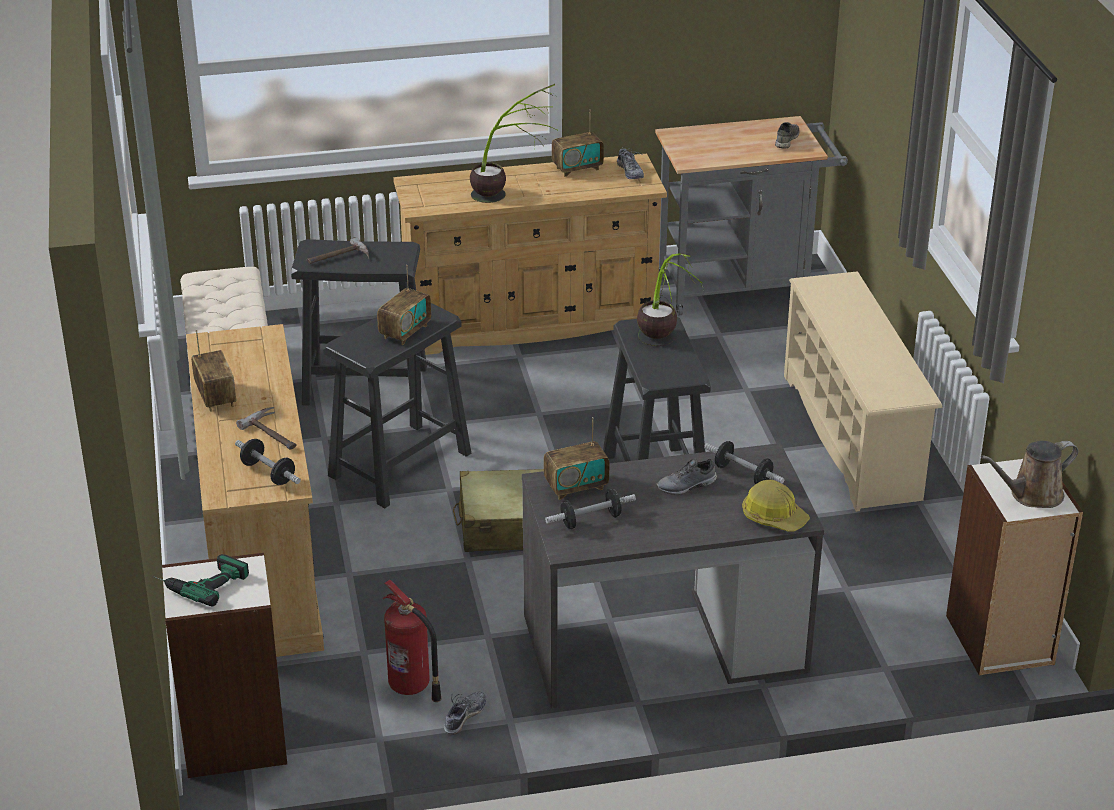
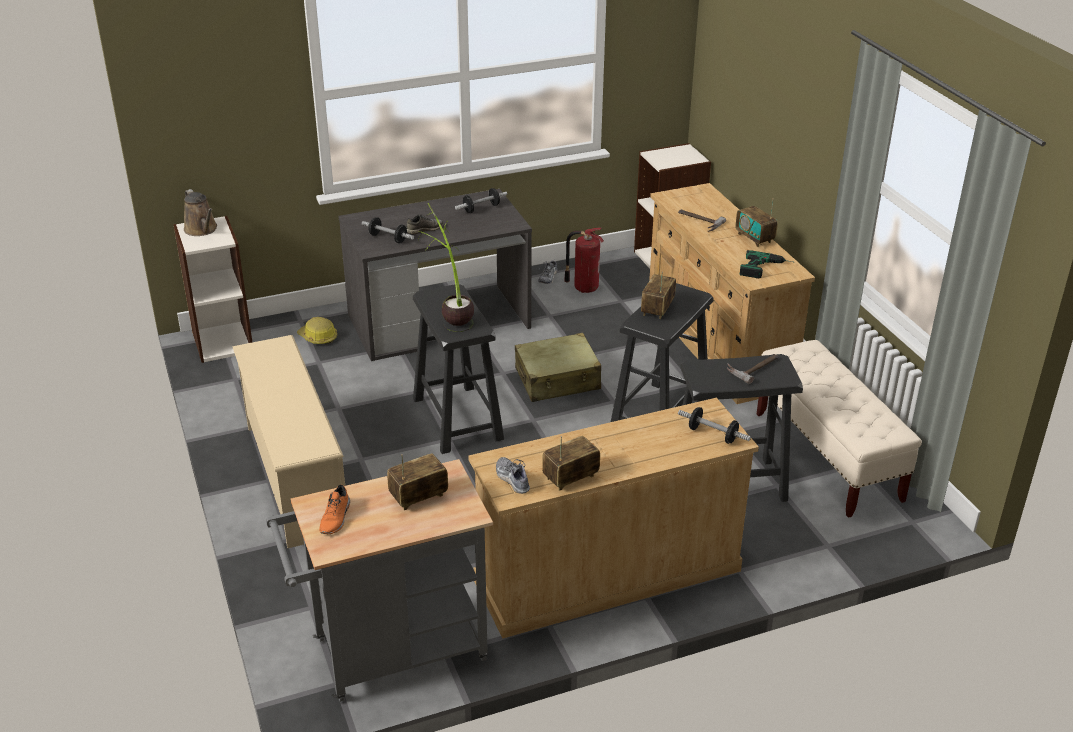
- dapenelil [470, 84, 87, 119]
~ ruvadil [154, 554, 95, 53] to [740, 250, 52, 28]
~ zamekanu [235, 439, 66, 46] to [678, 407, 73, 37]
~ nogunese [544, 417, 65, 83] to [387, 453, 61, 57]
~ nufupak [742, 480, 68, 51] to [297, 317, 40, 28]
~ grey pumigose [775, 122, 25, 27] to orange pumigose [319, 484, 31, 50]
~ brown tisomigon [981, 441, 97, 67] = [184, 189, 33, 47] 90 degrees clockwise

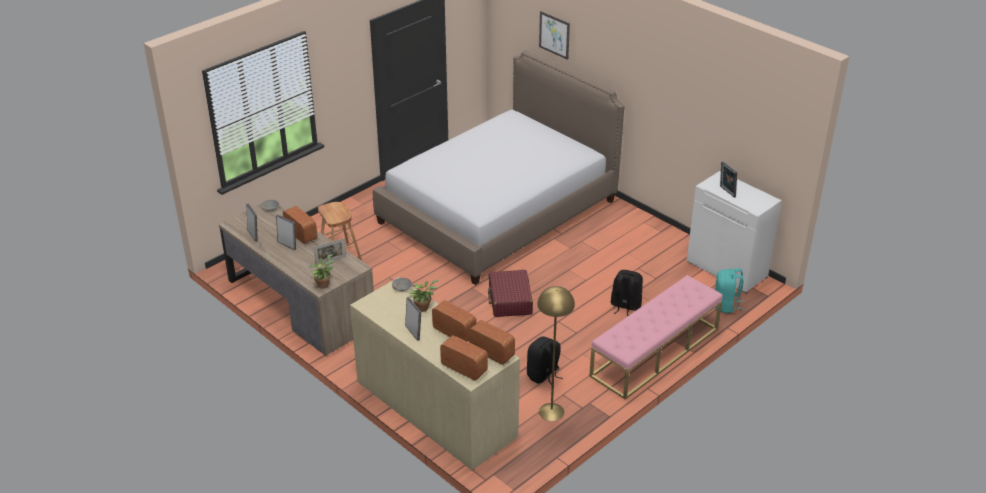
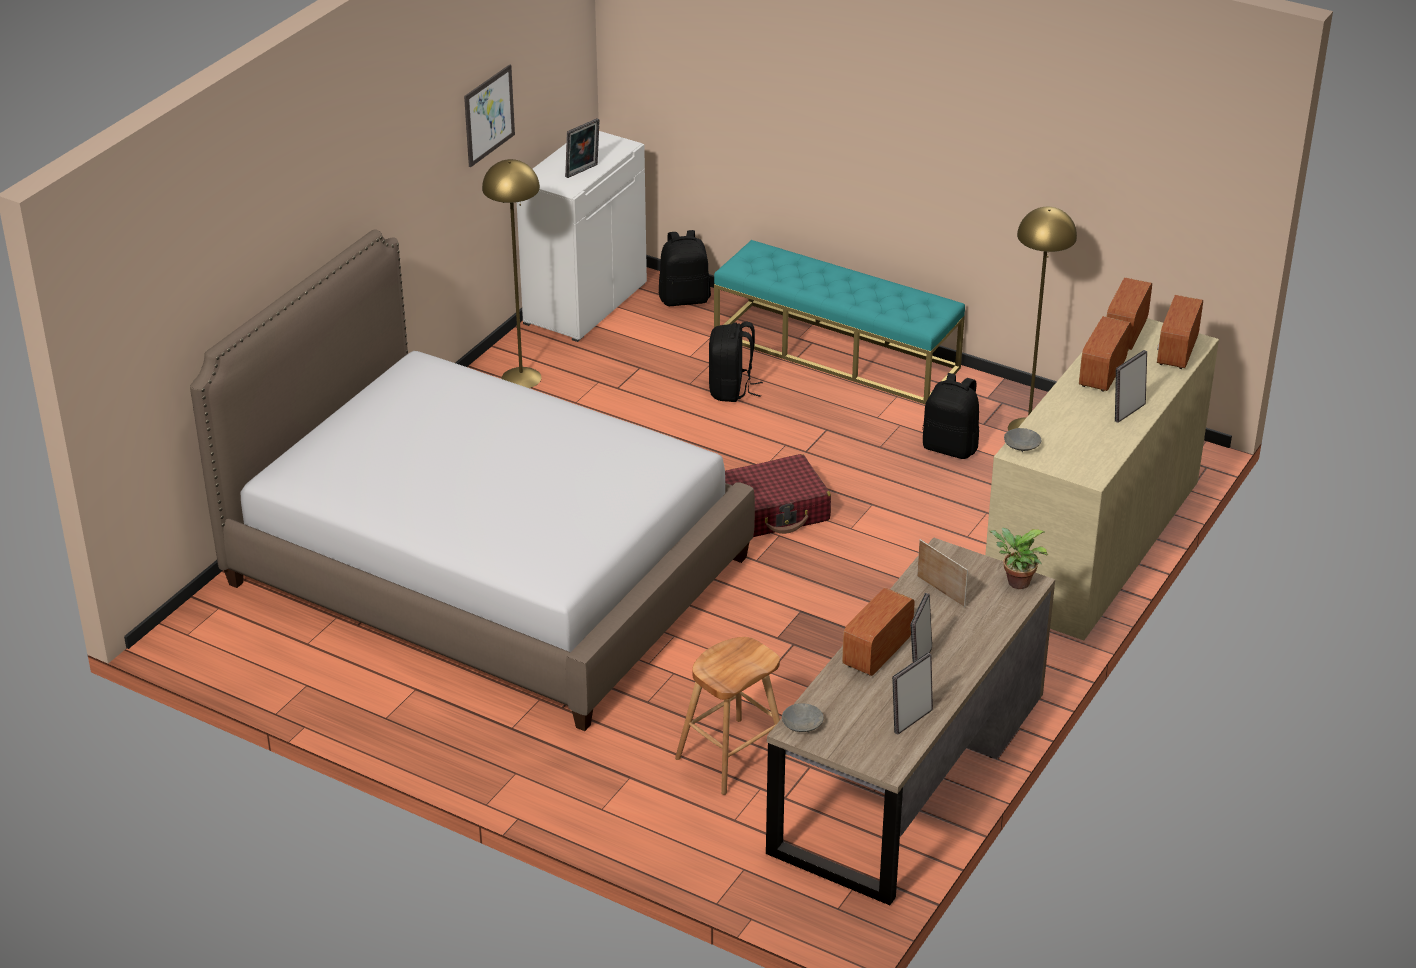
- dapenelil [409, 280, 30, 32]
+ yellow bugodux [482, 159, 60, 229]
~ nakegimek [539, 11, 31, 49] to [464, 64, 51, 103]
~ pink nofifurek [589, 275, 134, 125] to turquoise nofifurek [714, 240, 251, 164]
~ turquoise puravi [715, 268, 29, 45] to black puravi [659, 230, 52, 76]

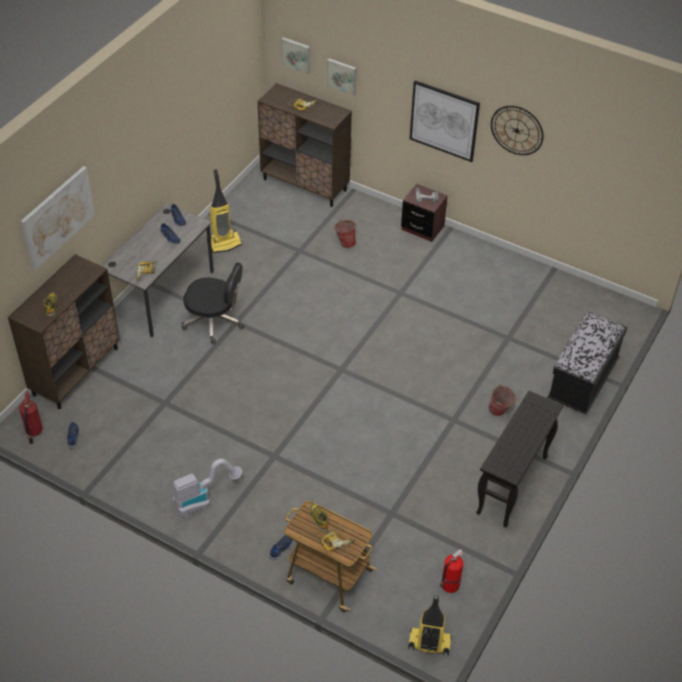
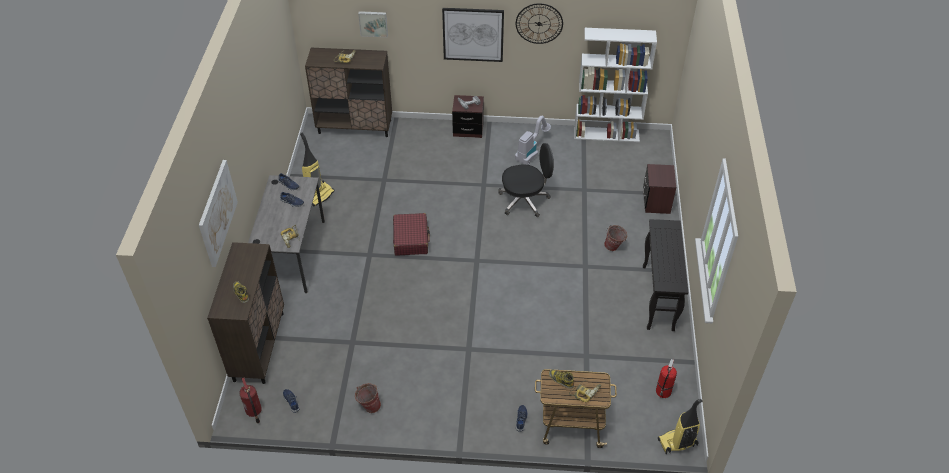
- nakegimek [281, 37, 29, 38]
+ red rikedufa [393, 213, 37, 43]
+ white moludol [574, 28, 83, 114]
~ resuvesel [173, 459, 69, 58] to [515, 116, 36, 49]
~ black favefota [181, 262, 63, 83] to [498, 143, 56, 74]
~ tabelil [334, 220, 23, 28] to [355, 383, 26, 30]
~ black nofifurek [547, 311, 81, 103] to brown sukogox [643, 164, 33, 50]

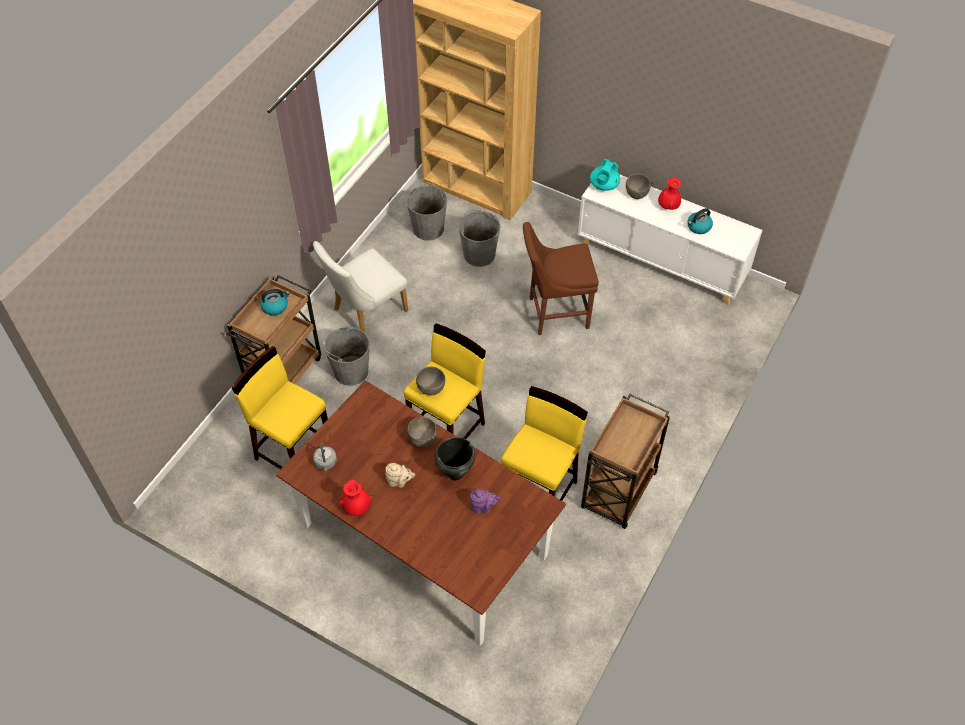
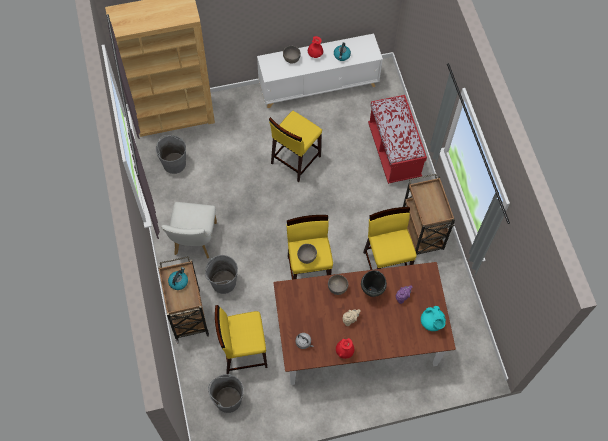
+ red nofifurek [368, 95, 59, 89]
~ grey tabelil [458, 210, 42, 57] to [208, 374, 36, 39]
~ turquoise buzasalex [590, 159, 30, 32] to [421, 306, 25, 25]
~ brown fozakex [523, 222, 76, 113] to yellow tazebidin [269, 111, 53, 71]

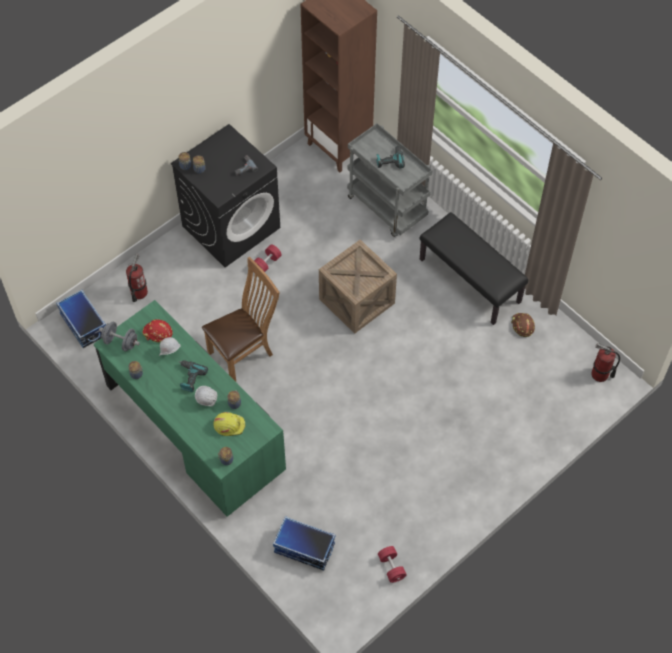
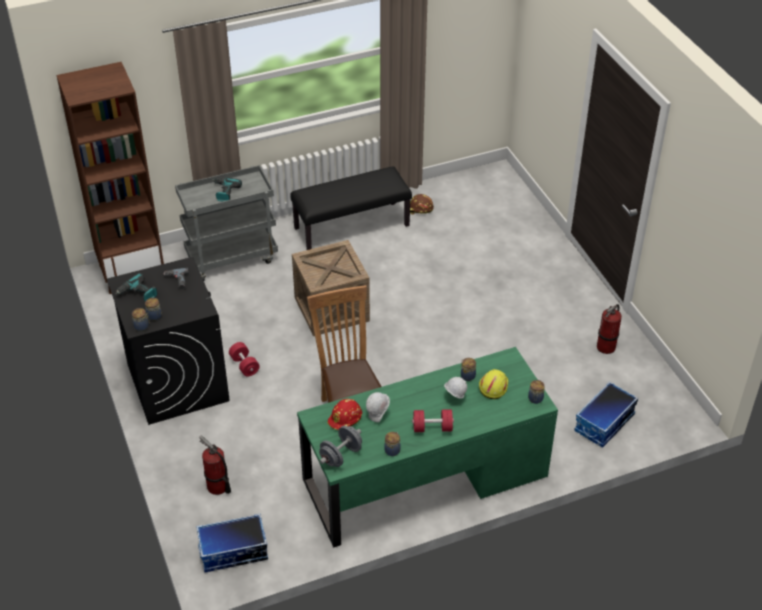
~ ruvadil [179, 360, 29, 32] to [115, 273, 42, 28]
~ red zamekanu [378, 546, 29, 37] to [412, 409, 42, 23]
~ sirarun [591, 343, 29, 39] to [597, 304, 25, 50]

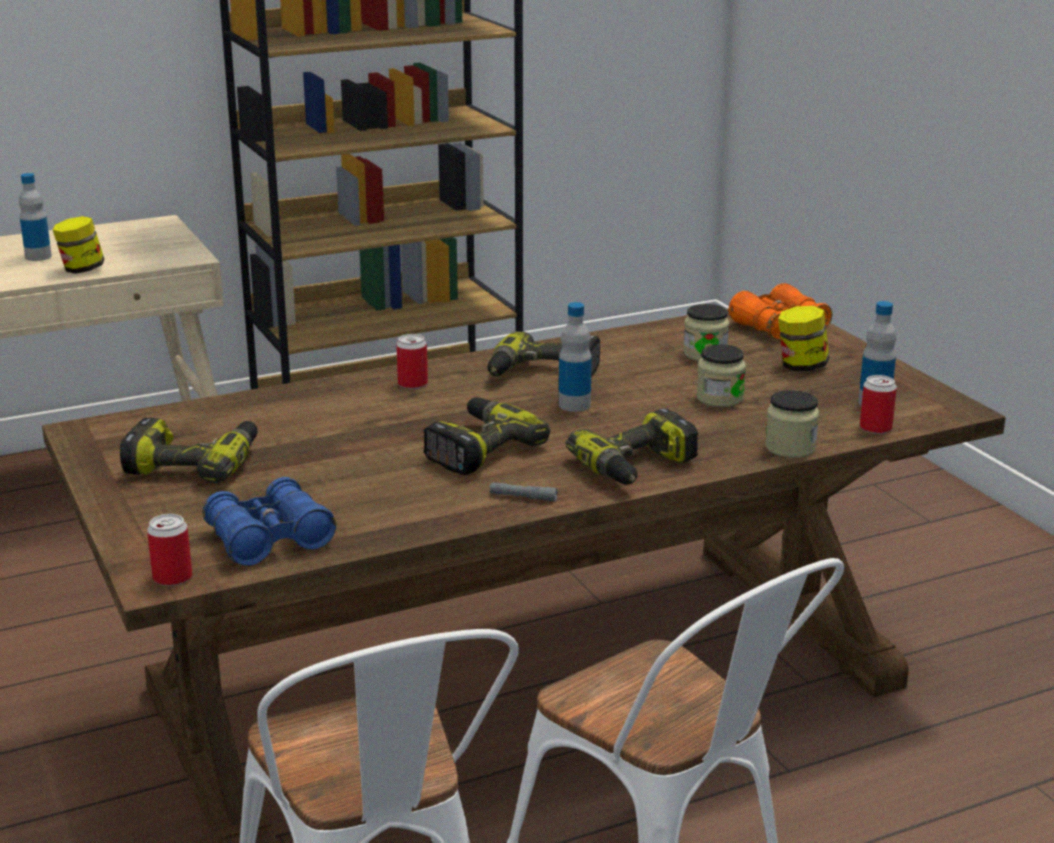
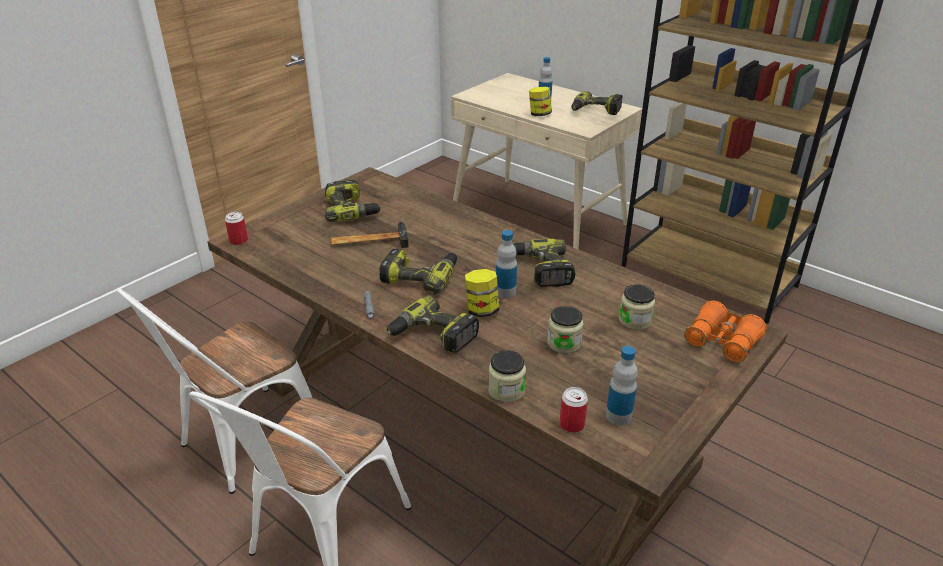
- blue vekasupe [203, 477, 133, 89]
- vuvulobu [396, 334, 32, 55]
+ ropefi [331, 222, 78, 26]
+ ruvadil [571, 91, 51, 24]
~ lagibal [778, 306, 51, 65] to [465, 269, 34, 48]

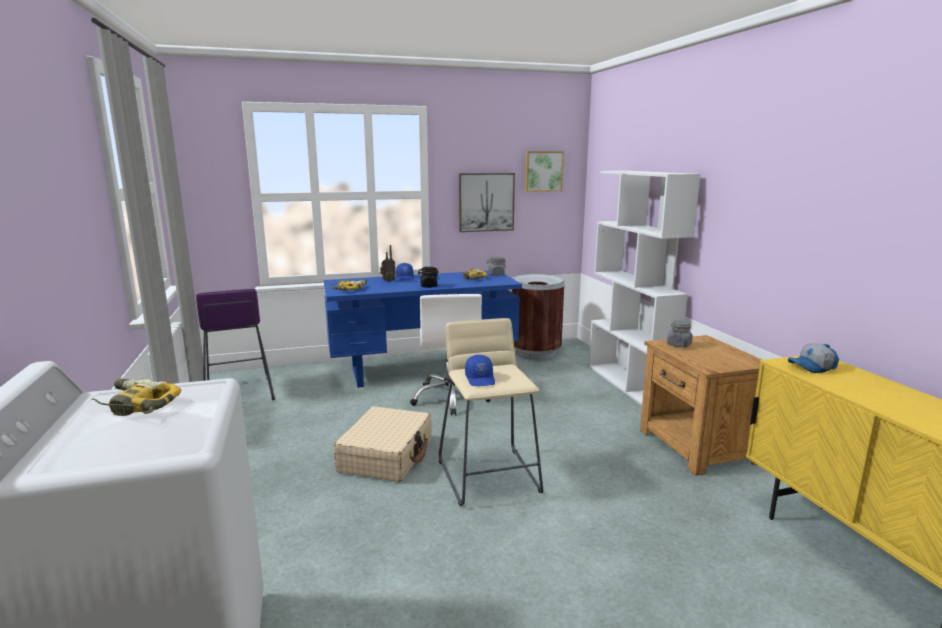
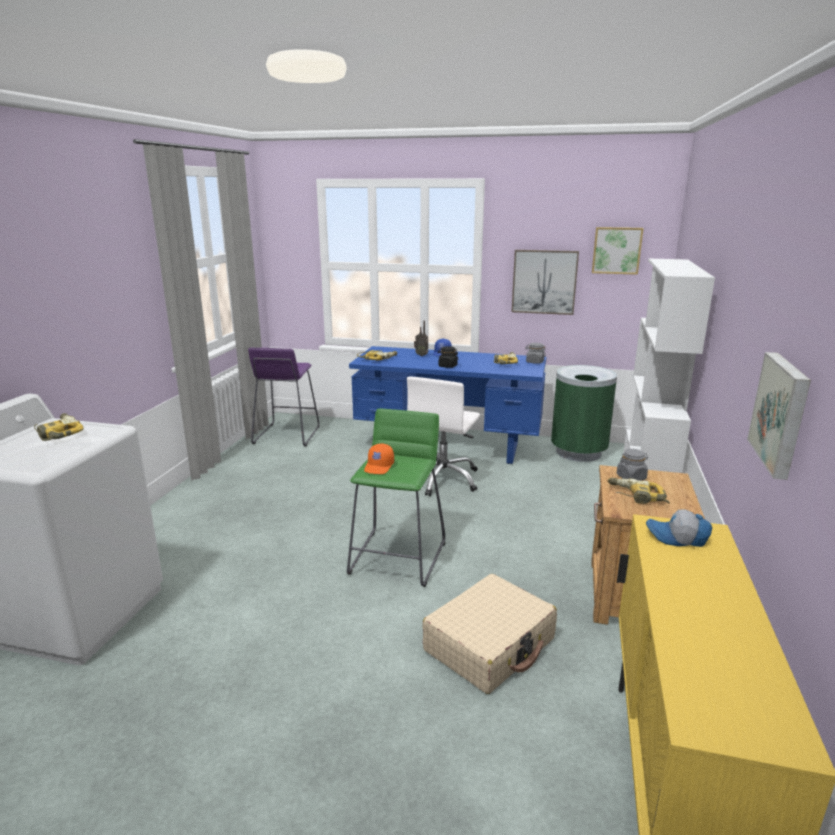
+ ruvadil [608, 478, 62, 26]
+ nakegimek [747, 352, 64, 128]
~ beige rikedufa [334, 406, 98, 76] to [422, 574, 135, 120]
~ beige tazebidin [439, 318, 104, 188] to green tazebidin [347, 409, 98, 178]
~ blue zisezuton [465, 355, 30, 31] to orange zisezuton [364, 443, 30, 31]
~ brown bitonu [512, 274, 53, 86] to green bitonu [551, 365, 66, 97]

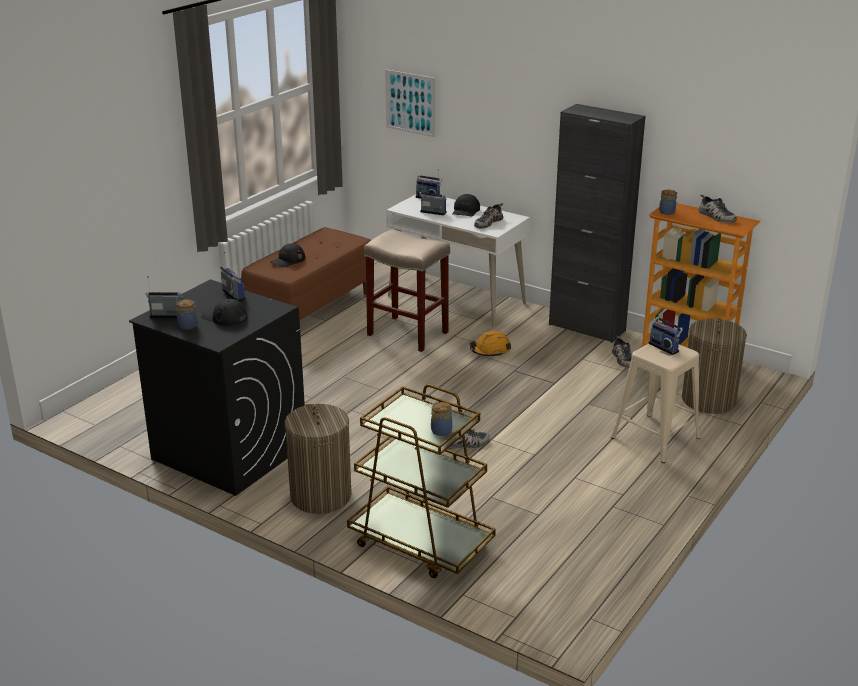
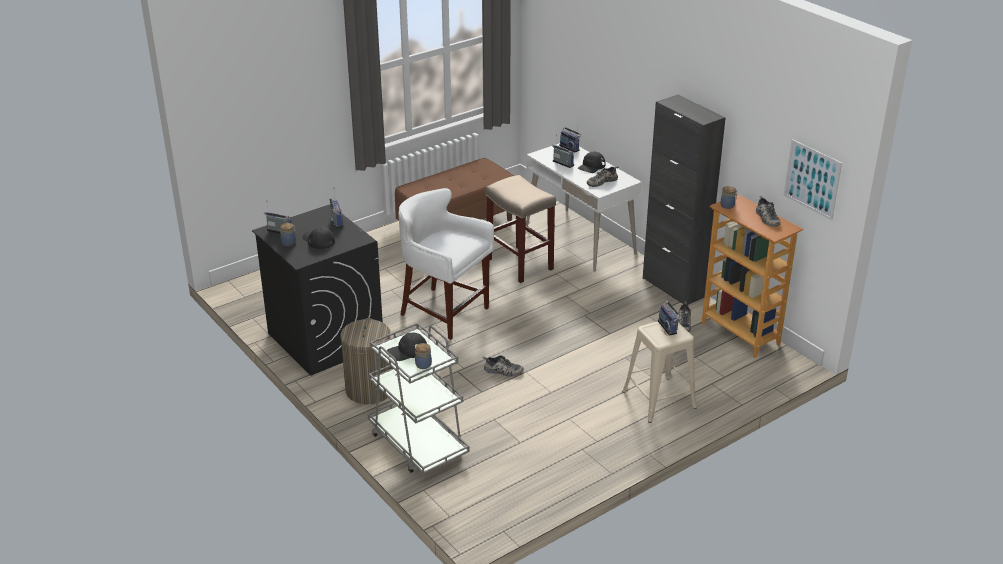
- orange nufupak [470, 331, 41, 26]
- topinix [682, 318, 65, 96]
+ white tazebidin [398, 188, 96, 152]
~ black zisezuton [270, 243, 35, 24] to [387, 332, 40, 29]
~ nakegimek [385, 69, 51, 68] to [784, 139, 58, 81]
~ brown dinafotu [347, 384, 149, 194] to grey dinafotu [368, 323, 102, 151]

